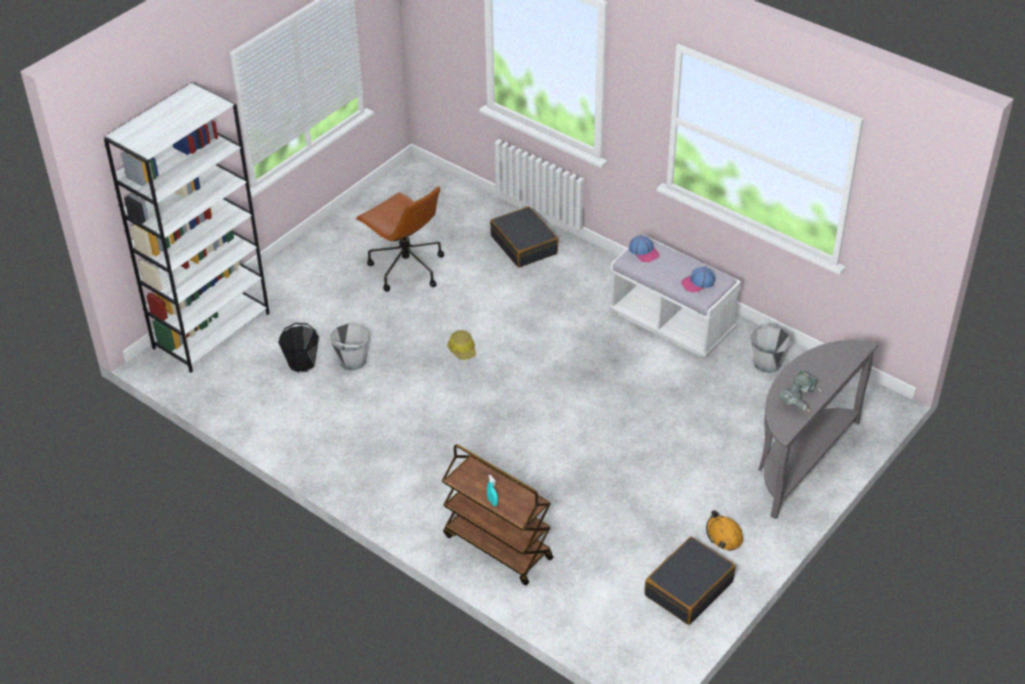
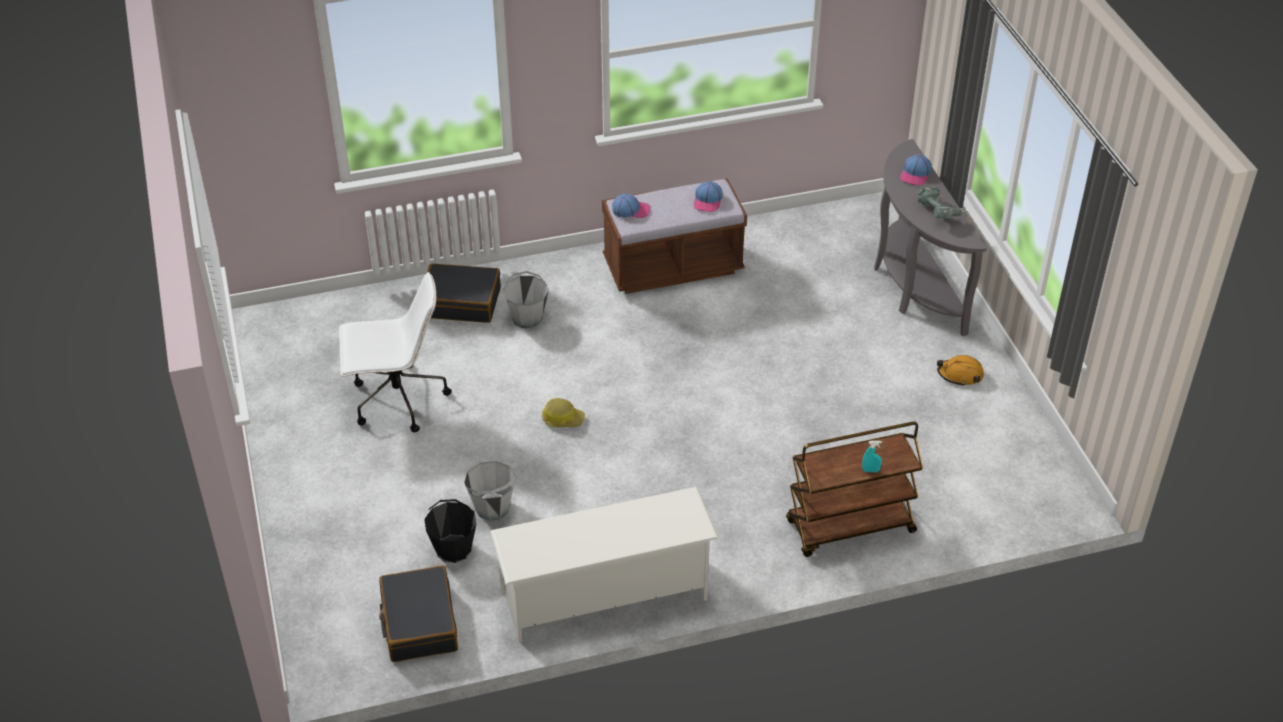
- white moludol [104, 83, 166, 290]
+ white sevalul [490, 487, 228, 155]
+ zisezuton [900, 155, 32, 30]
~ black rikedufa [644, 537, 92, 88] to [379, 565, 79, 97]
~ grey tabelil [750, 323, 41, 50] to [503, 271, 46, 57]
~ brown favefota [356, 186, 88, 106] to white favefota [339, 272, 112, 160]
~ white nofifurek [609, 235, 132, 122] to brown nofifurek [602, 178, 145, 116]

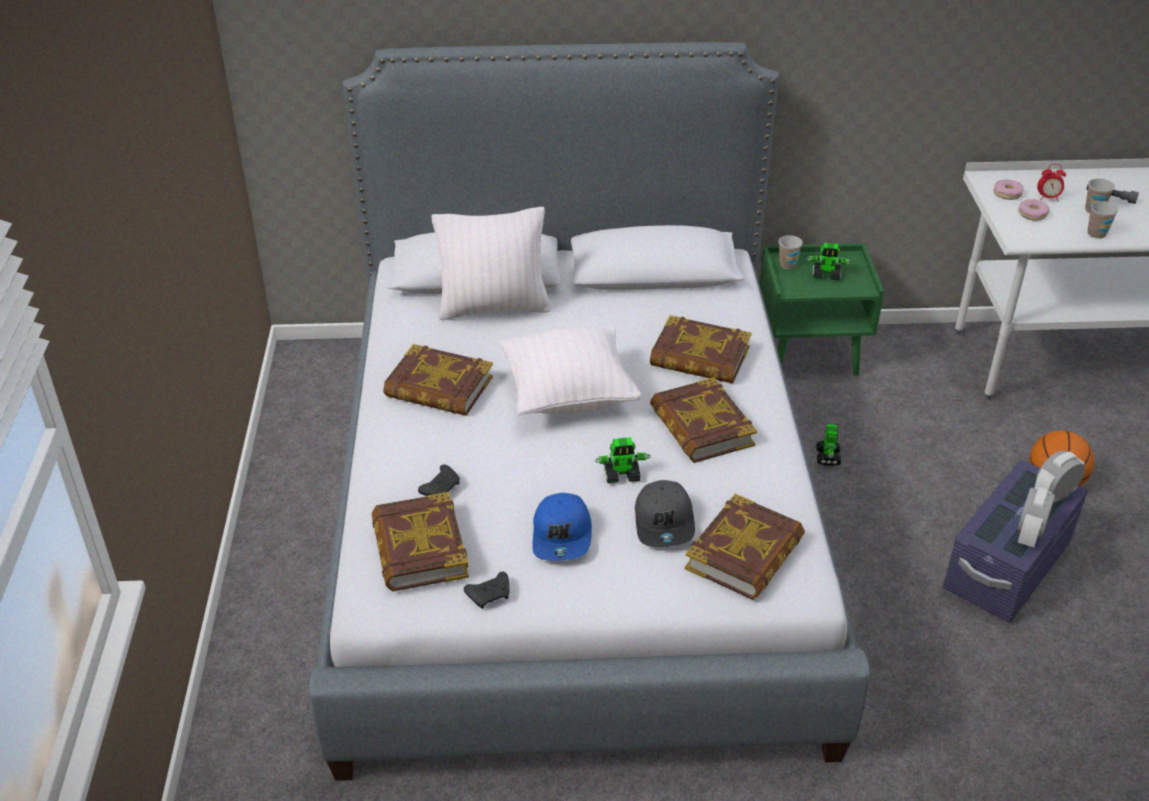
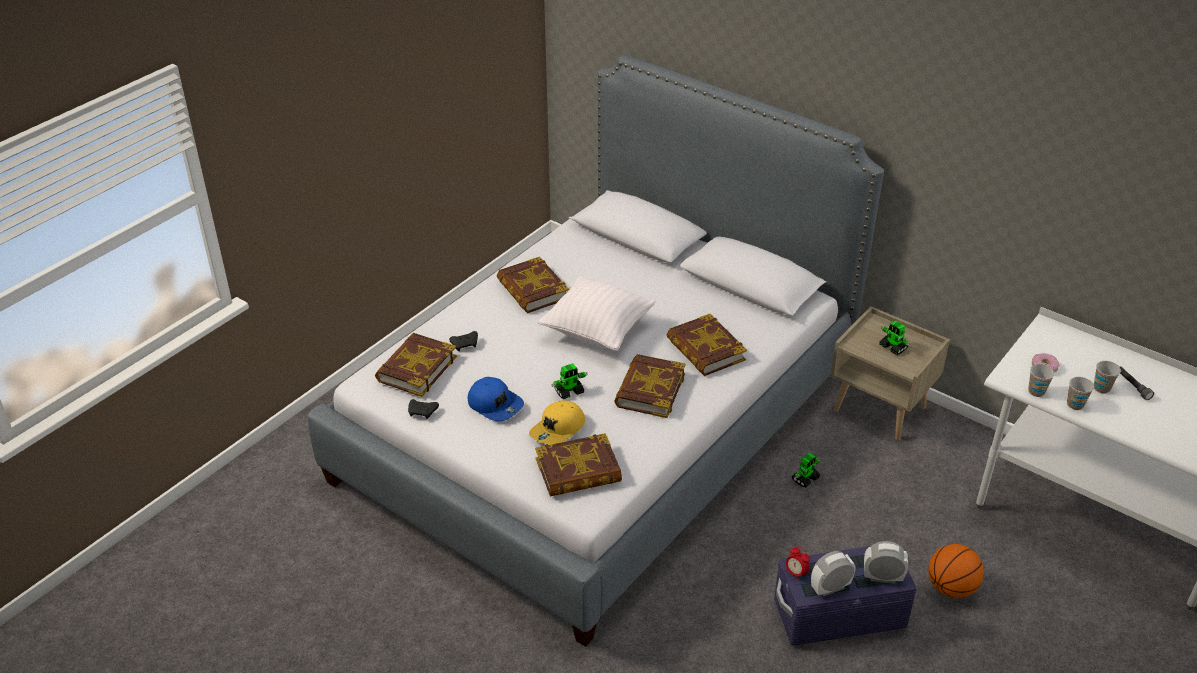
- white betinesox [432, 207, 119, 113]
- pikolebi [994, 179, 30, 21]
~ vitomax [779, 235, 24, 34] to [1028, 364, 27, 33]
~ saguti [1037, 164, 29, 36] to [786, 546, 24, 35]
~ grey zisezuton [635, 480, 60, 67] to yellow zisezuton [529, 400, 56, 45]
~ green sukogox [759, 243, 125, 133] to beige sukogox [830, 306, 120, 134]
~ blue zisezuton [532, 493, 60, 68] = [468, 377, 56, 45] 90 degrees counterclockwise
~ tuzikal [595, 437, 56, 46] = [551, 363, 37, 36] 60 degrees counterclockwise

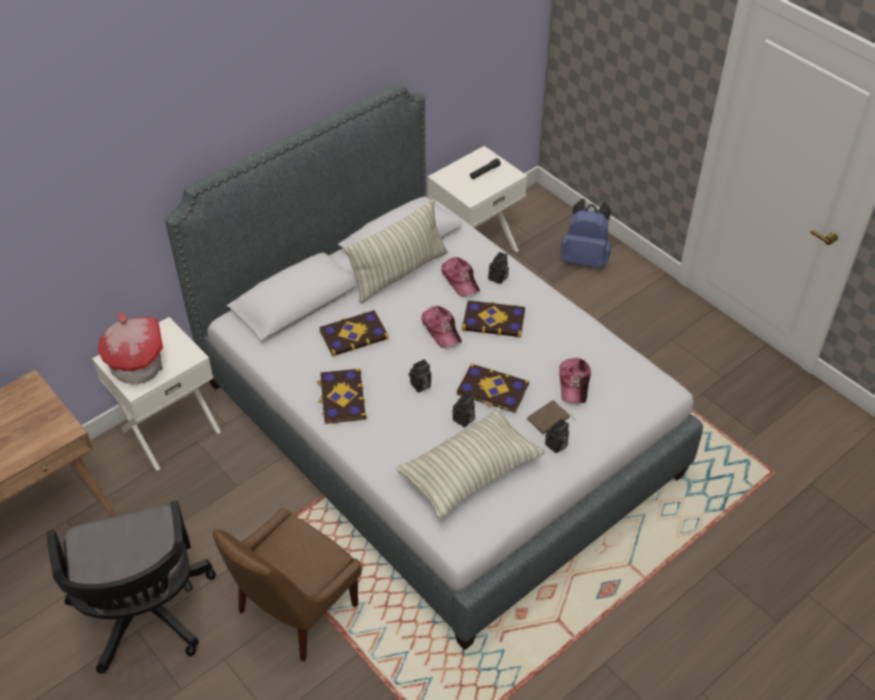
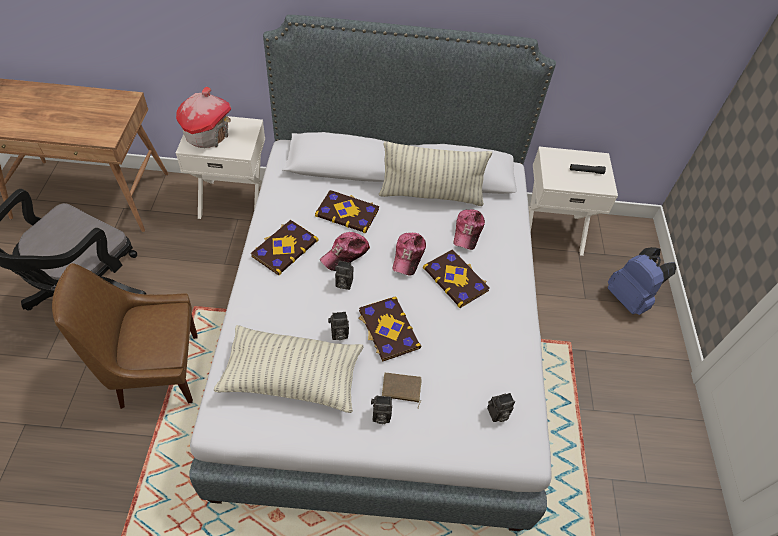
~ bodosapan [488, 252, 21, 32] to [487, 393, 28, 29]
~ zisezuton [559, 358, 32, 45] to [320, 232, 50, 39]

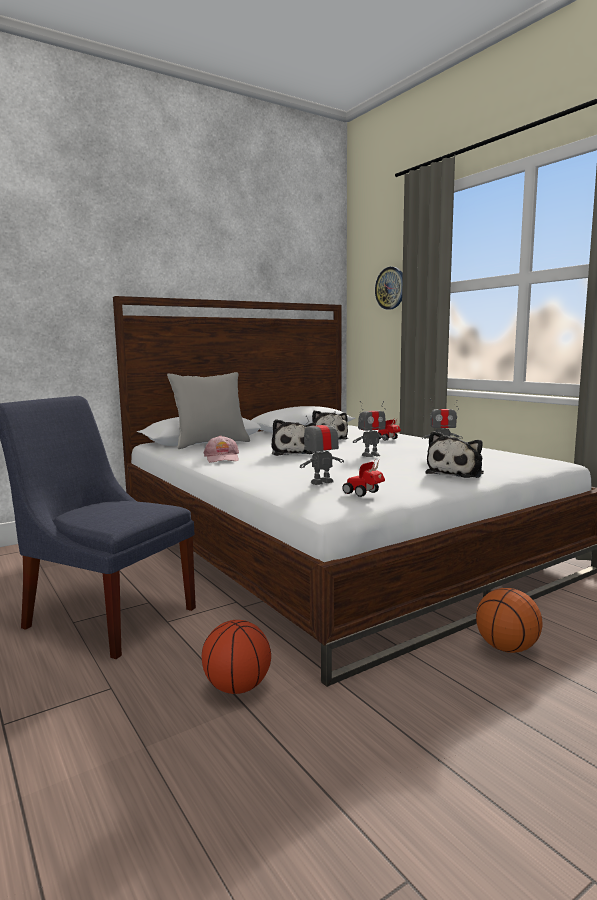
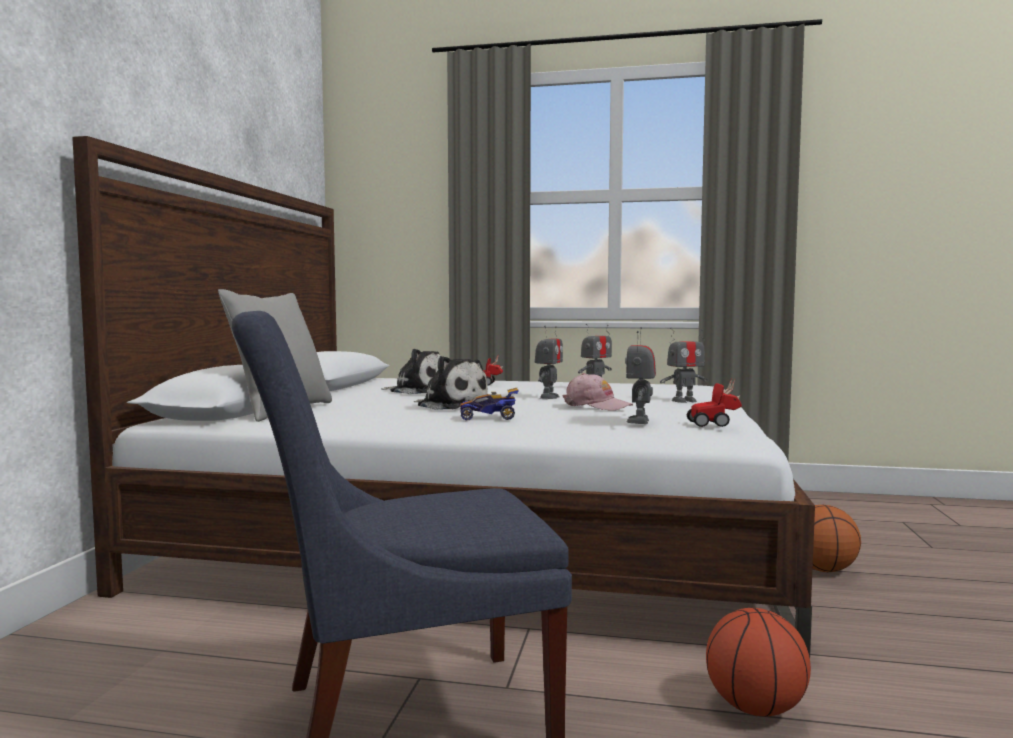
- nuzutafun [375, 267, 28, 43]
+ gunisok [460, 388, 59, 33]
~ pink zisezuton [203, 435, 36, 28] to [563, 373, 70, 38]
~ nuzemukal [425, 431, 59, 47] to tuzikal [660, 328, 48, 75]

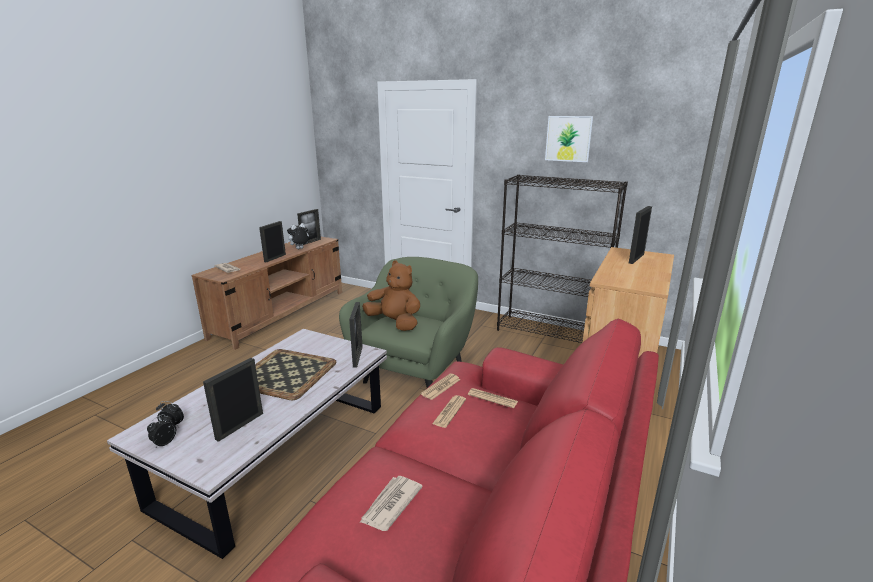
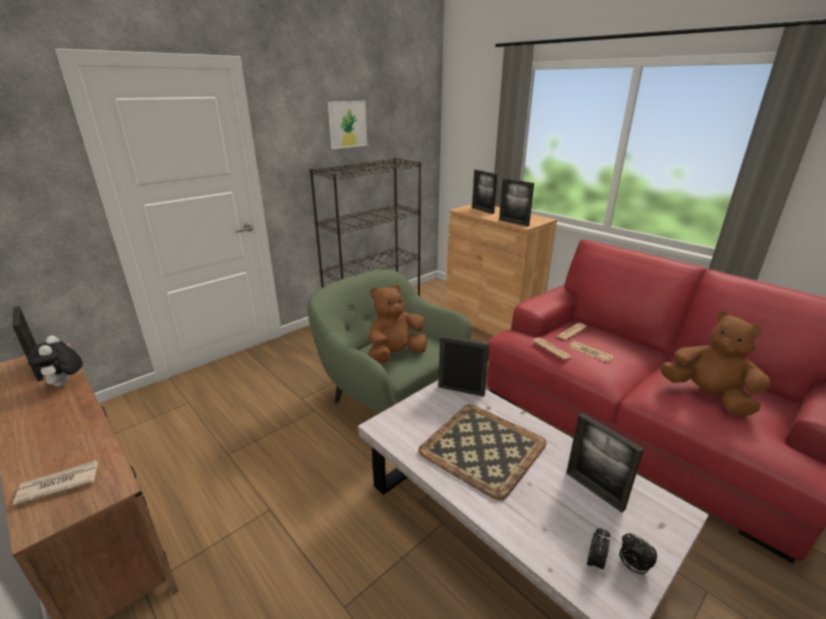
~ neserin [259, 221, 27, 42] to [499, 178, 35, 49]
~ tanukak [359, 476, 64, 55] to brown nuzemukal [660, 311, 110, 105]

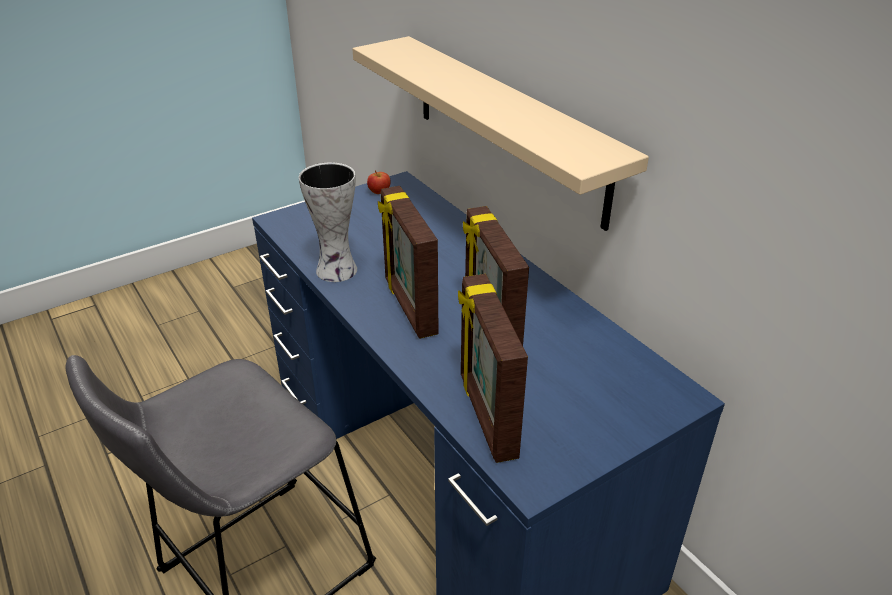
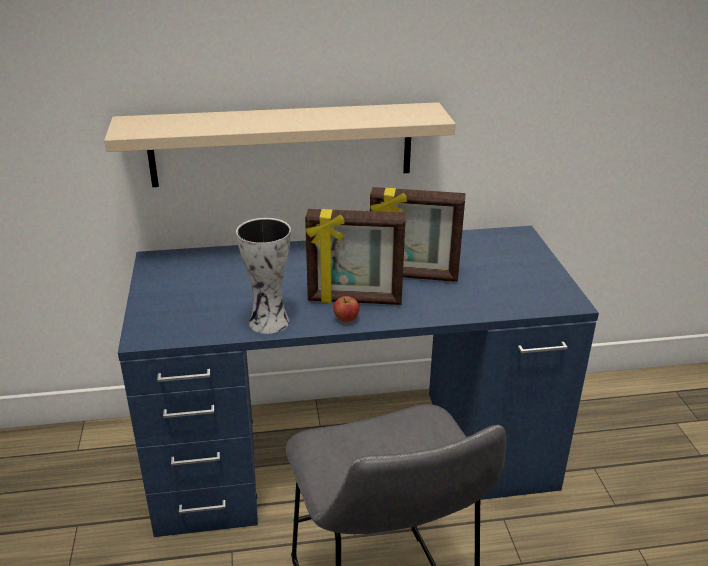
- neserin [458, 274, 70, 189]
~ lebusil [367, 171, 24, 23] to [334, 296, 25, 27]

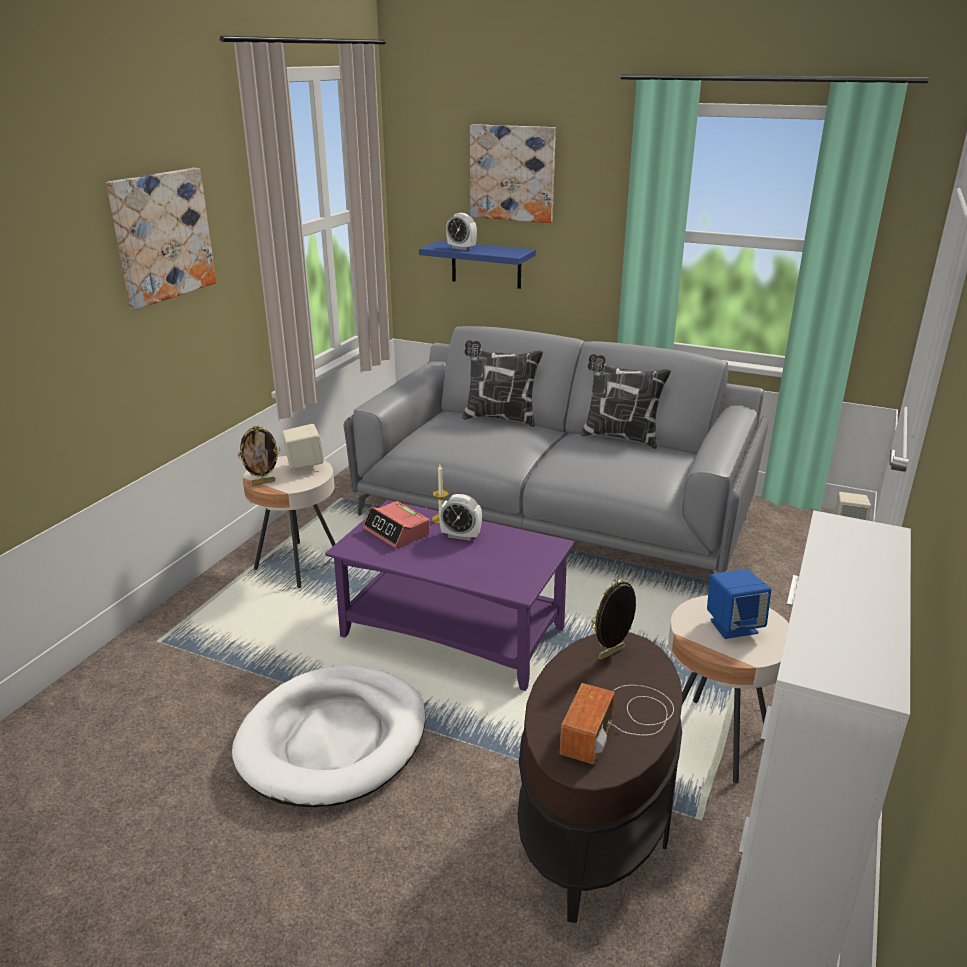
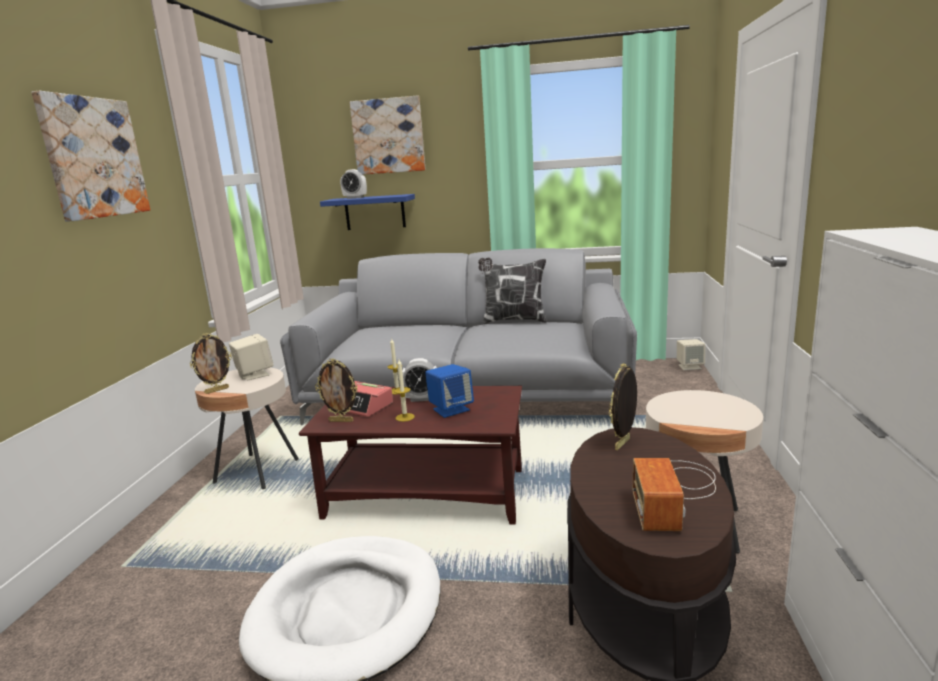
- betinesox [462, 340, 81, 87]
+ neserin [315, 358, 43, 64]
+ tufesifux [394, 360, 21, 62]
~ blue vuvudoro [707, 569, 64, 70] to [425, 364, 49, 54]
~ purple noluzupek [325, 500, 250, 191] to brown noluzupek [299, 386, 223, 139]

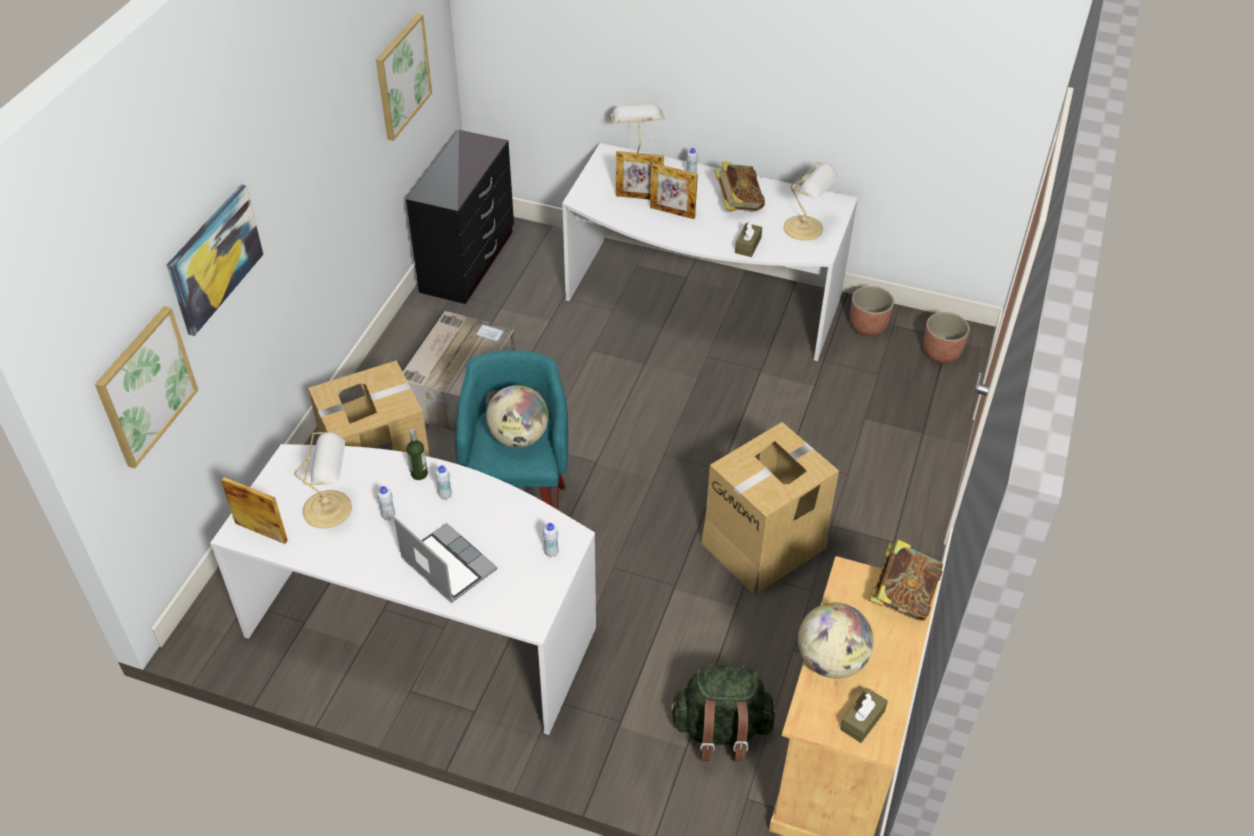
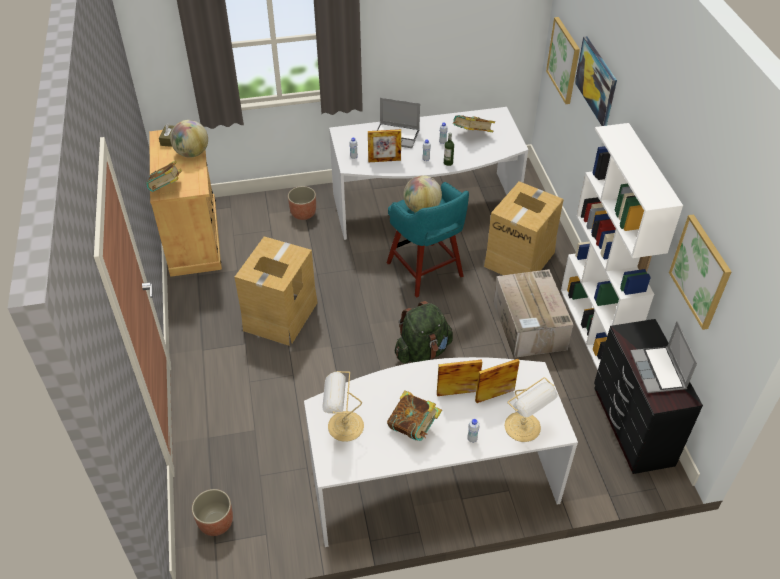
- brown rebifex [735, 222, 27, 35]
+ white moludol [561, 123, 122, 247]
+ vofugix [630, 321, 67, 72]
~ neserin [221, 477, 67, 67] to [368, 129, 33, 33]
~ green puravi [669, 665, 107, 96] to [395, 301, 58, 63]
~ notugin [850, 286, 44, 50] to [288, 186, 28, 34]
~ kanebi [294, 432, 58, 96] to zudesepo [453, 115, 42, 17]

